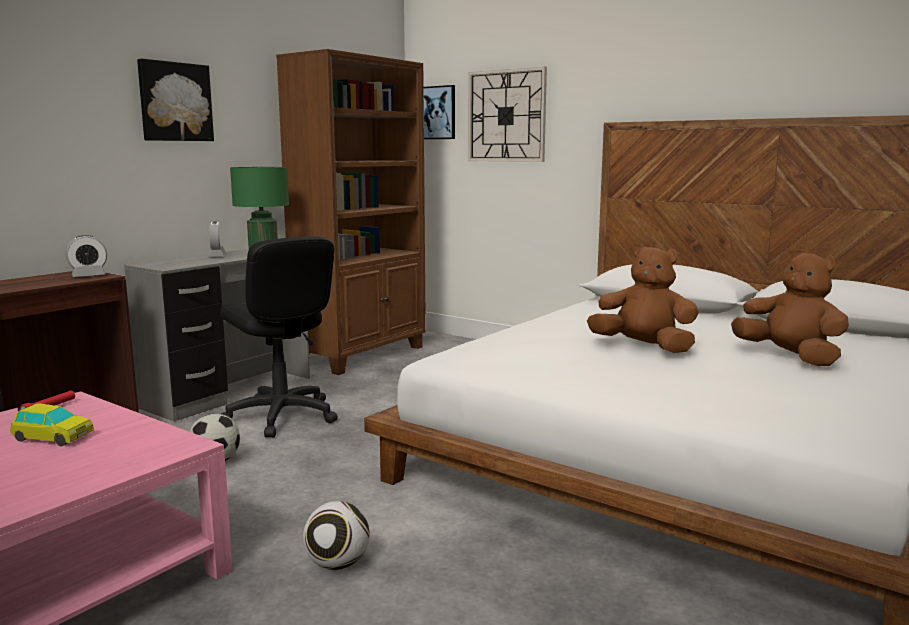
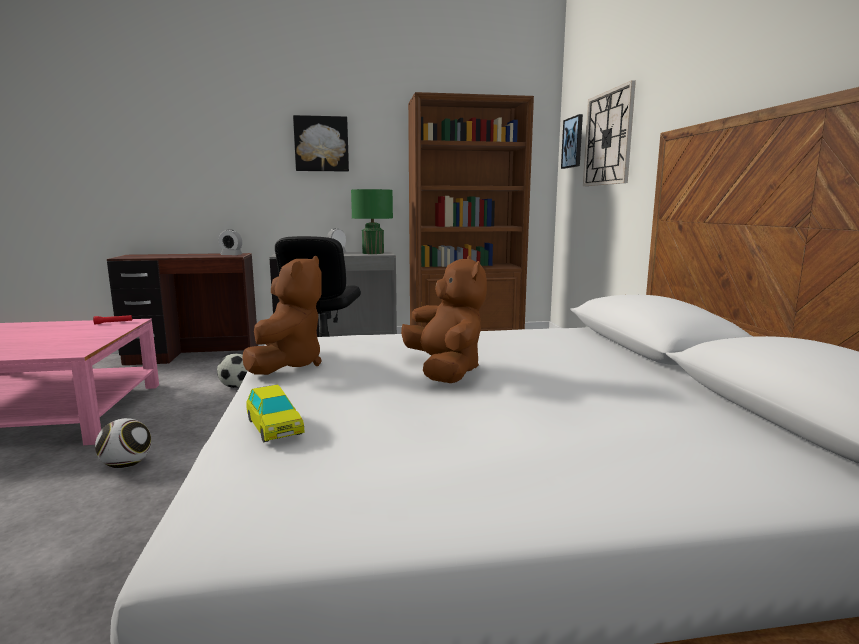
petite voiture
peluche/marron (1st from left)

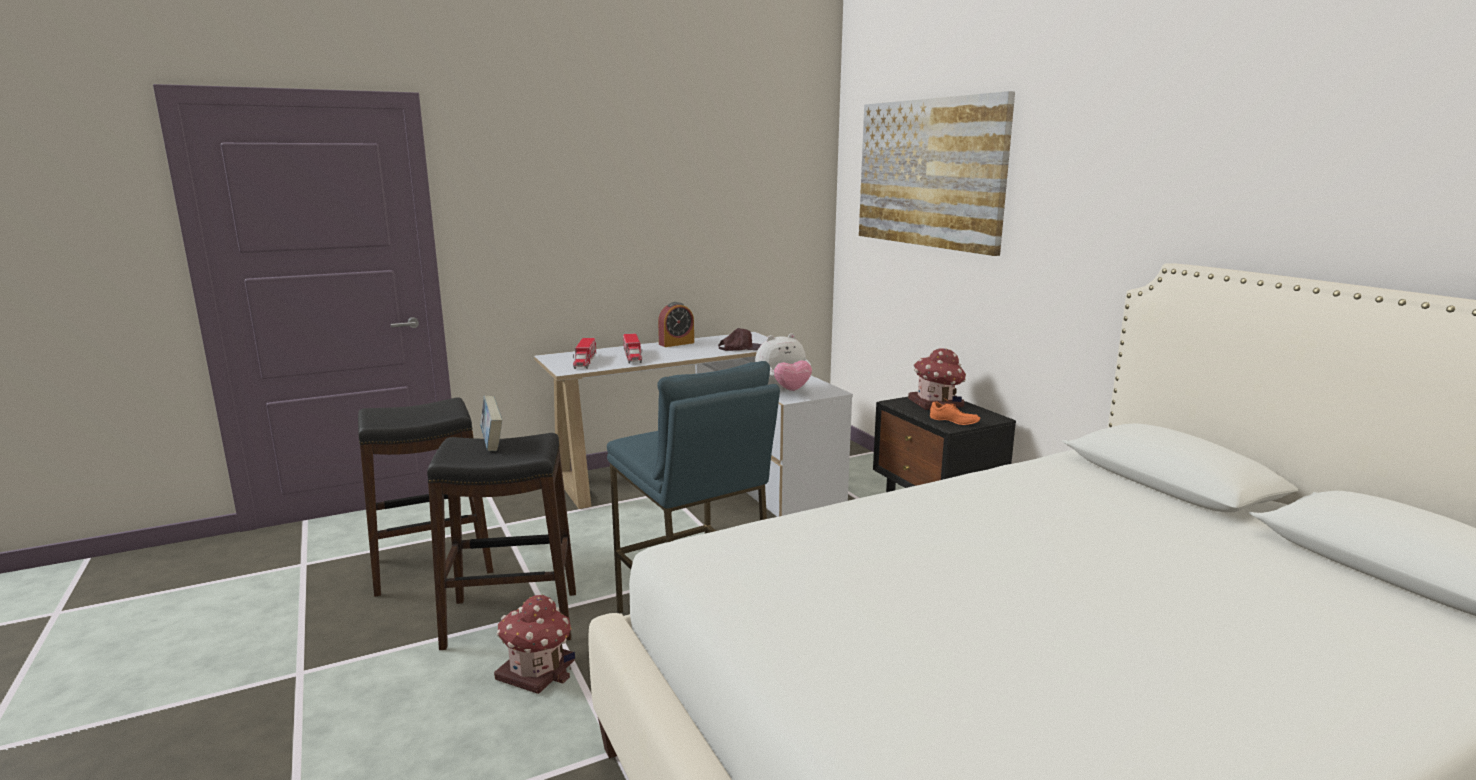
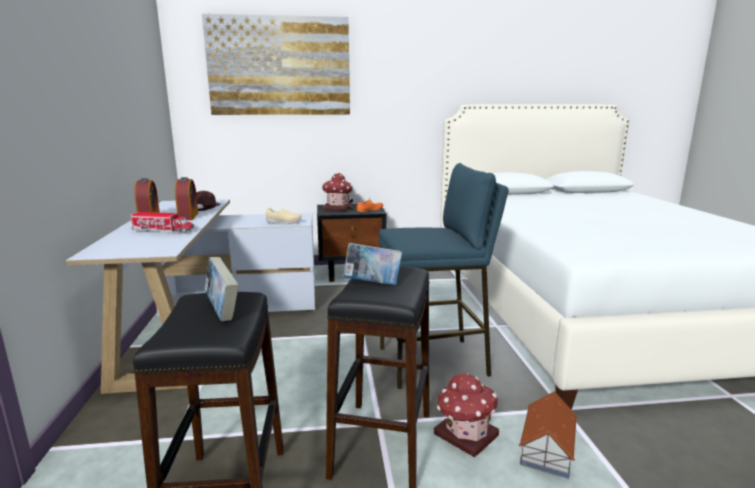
camion jouet (1st from left in the first image)
chaussure/beige
réveil (2nd from left)
livre (1st from left)
maison miniature (3rd from left)

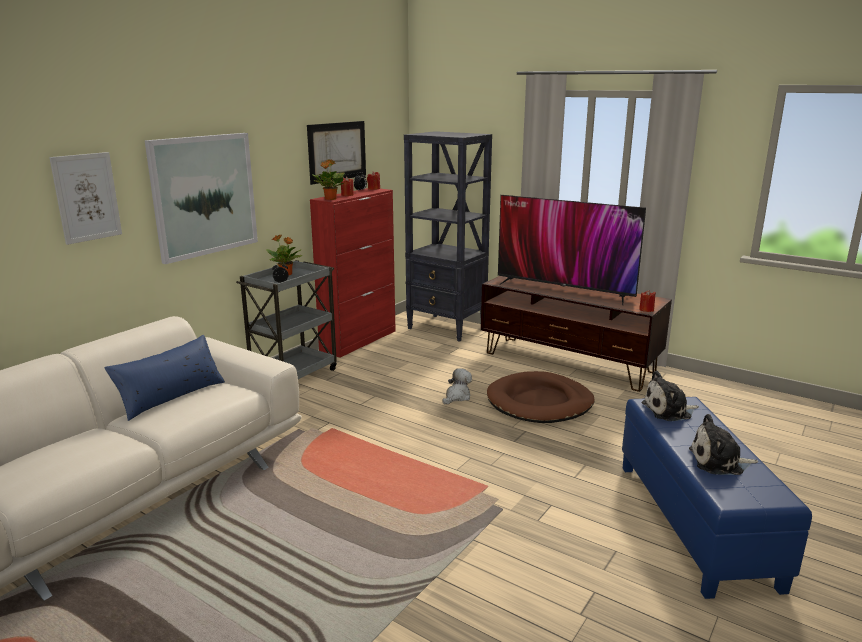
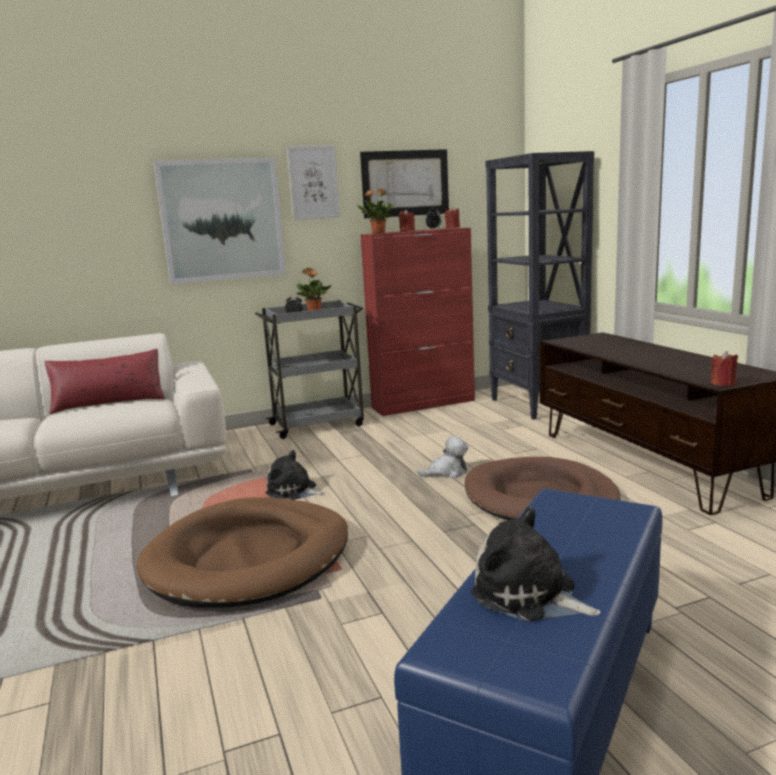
tableau (2nd from left)
coussin/rouge
téléviseur
peluche (1st from left)
panier pour chien/marron (1st from left)

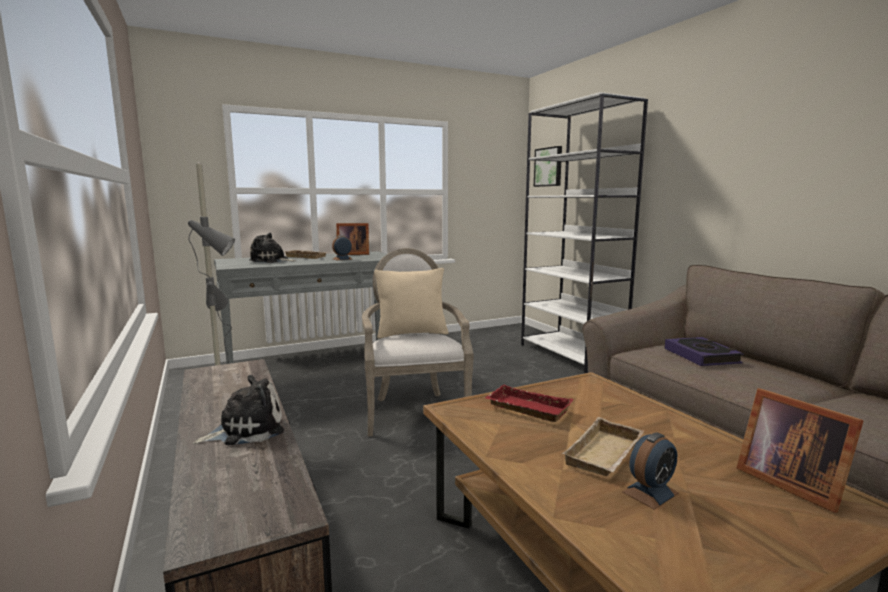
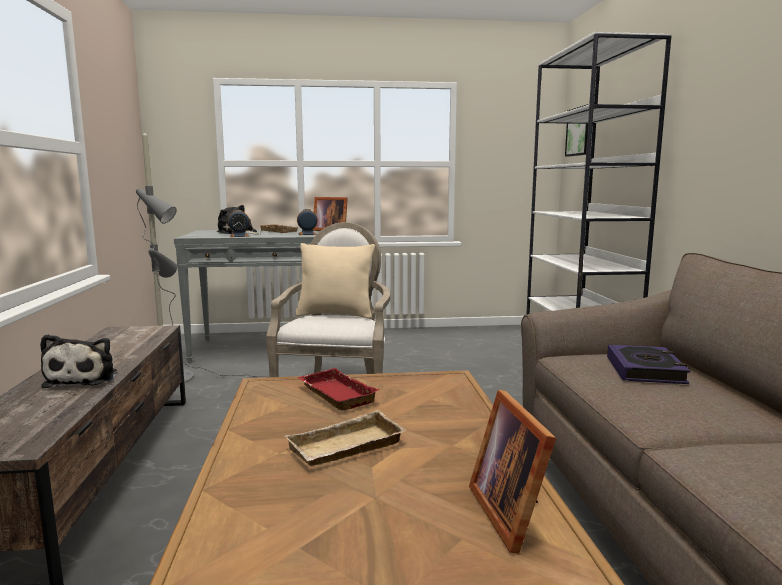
peluche (1st from left)
réveil (1st from left)

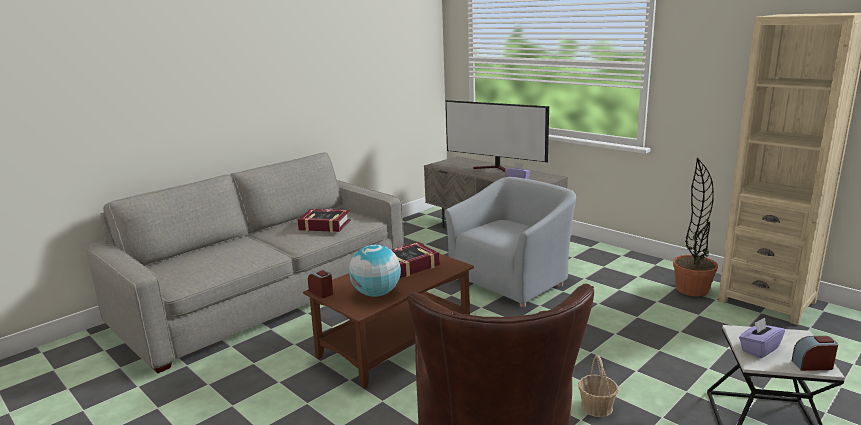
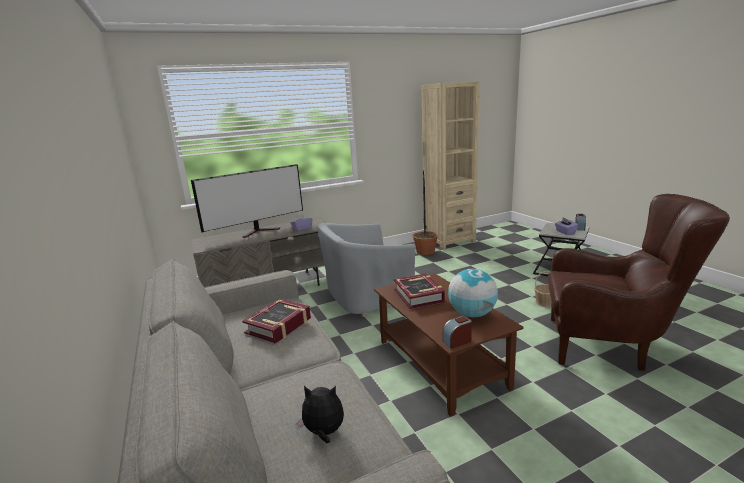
fauteuil/gris
peluche

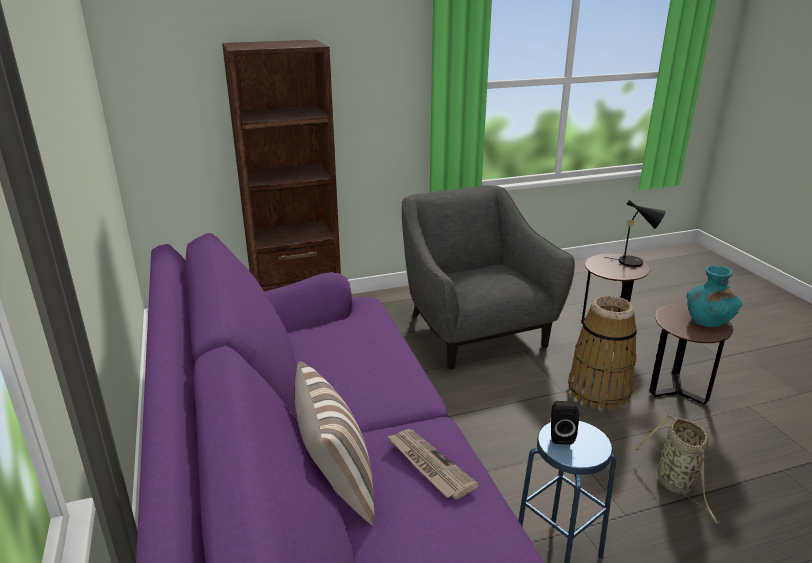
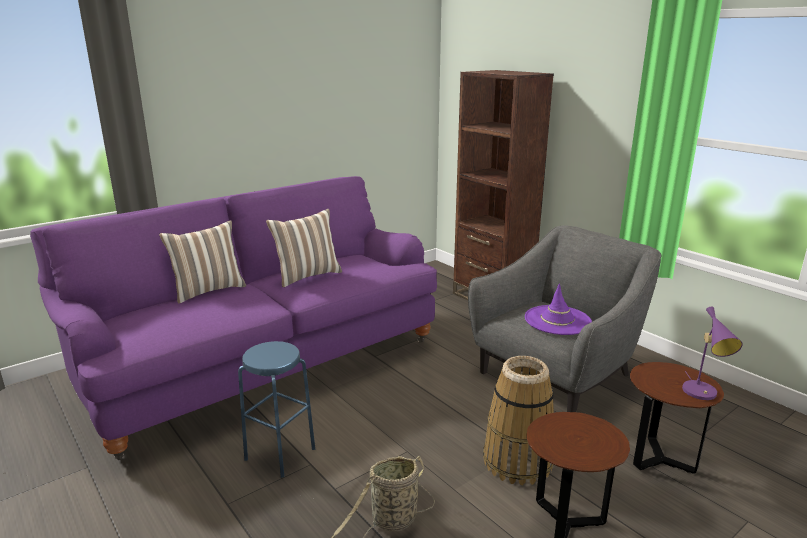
journal
enceinte/noir
lampe de table/violet
vase/turquoise
coussin (2nd from left)
chapeau/violet

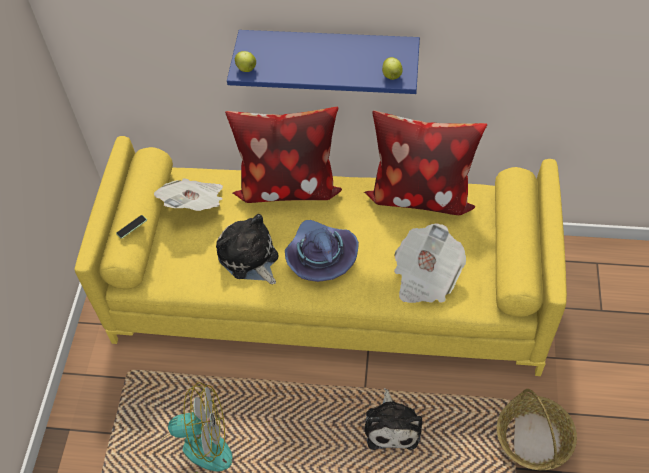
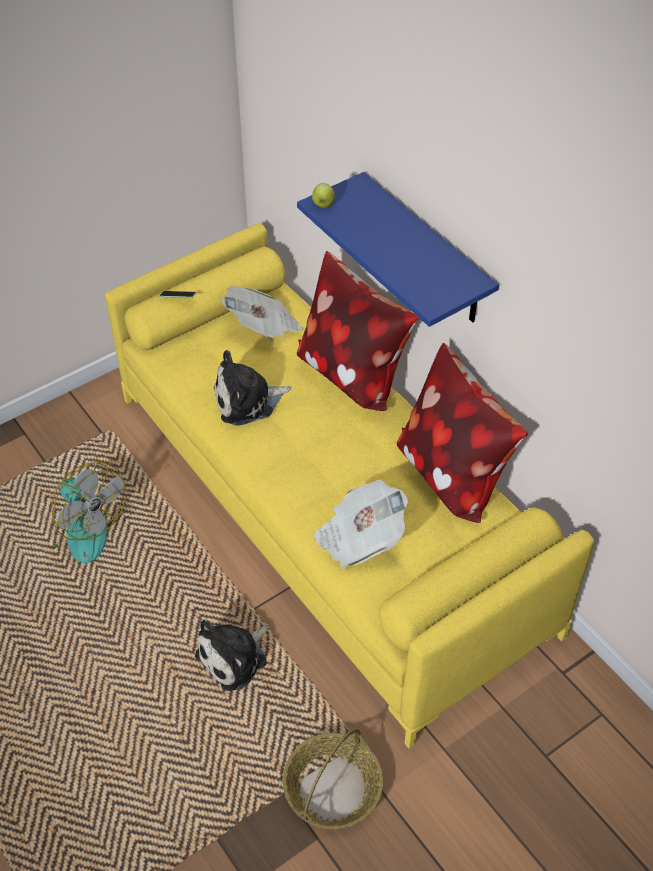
peluche (2nd from left)
chapeau/violet
pomme (2nd from left in the first image)

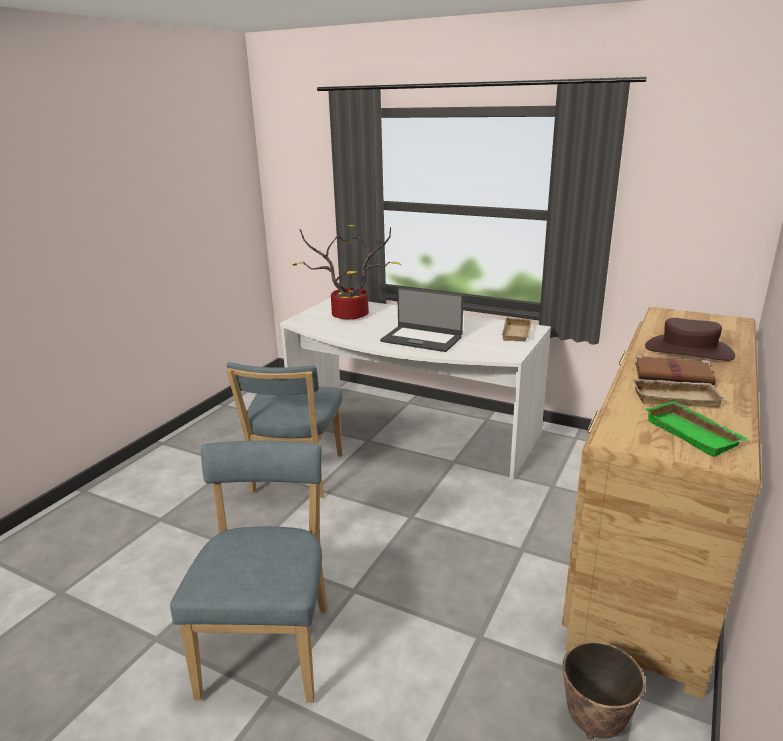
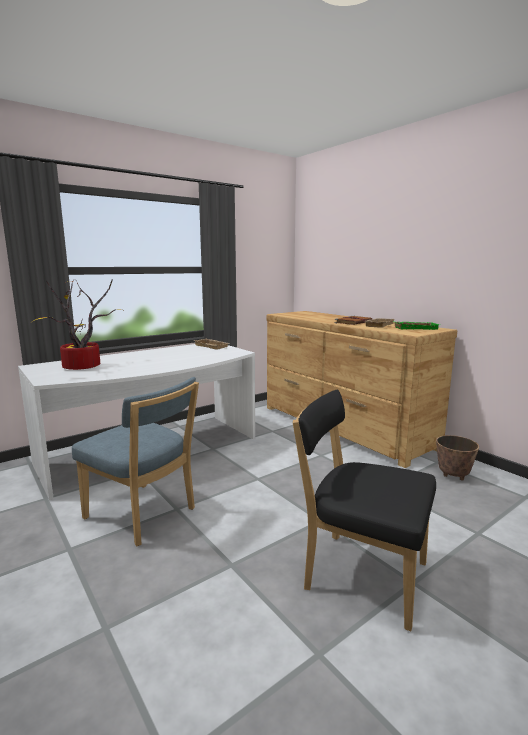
chaise/noir
ordinateur portable
chapeau/marron

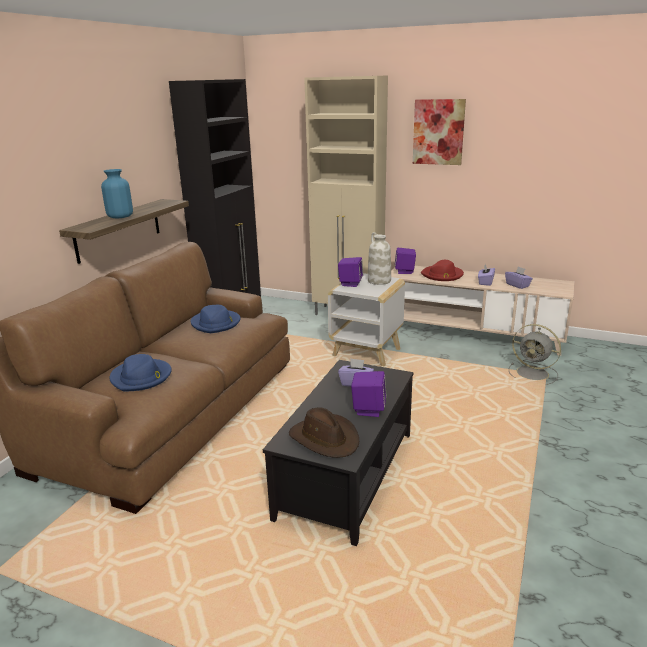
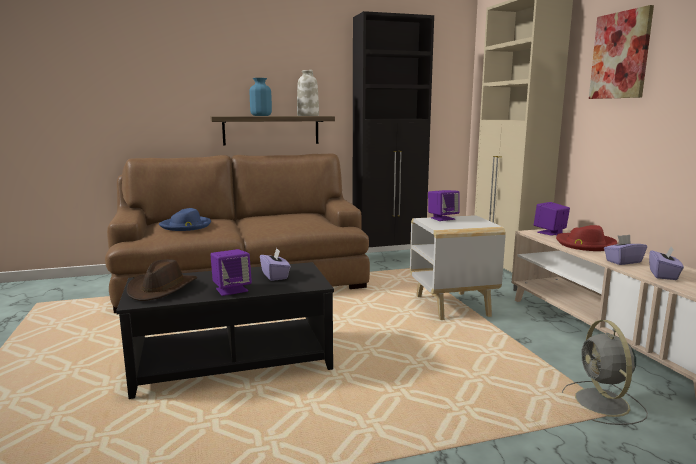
chapeau/bleu (2nd from left in the first image)
vase/blanc

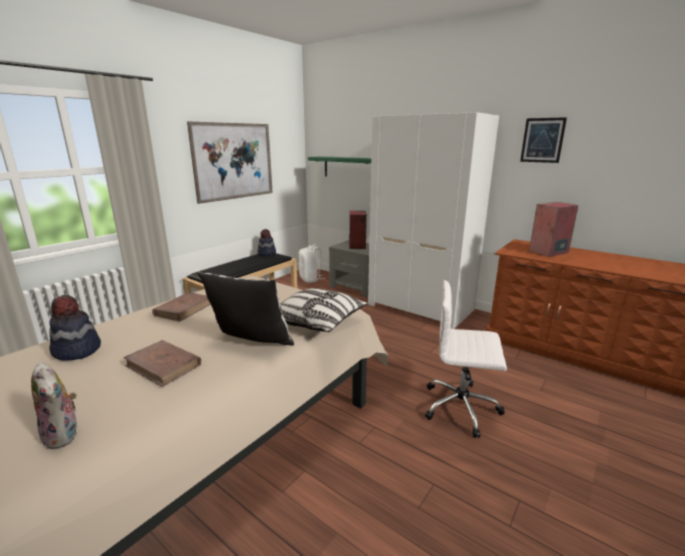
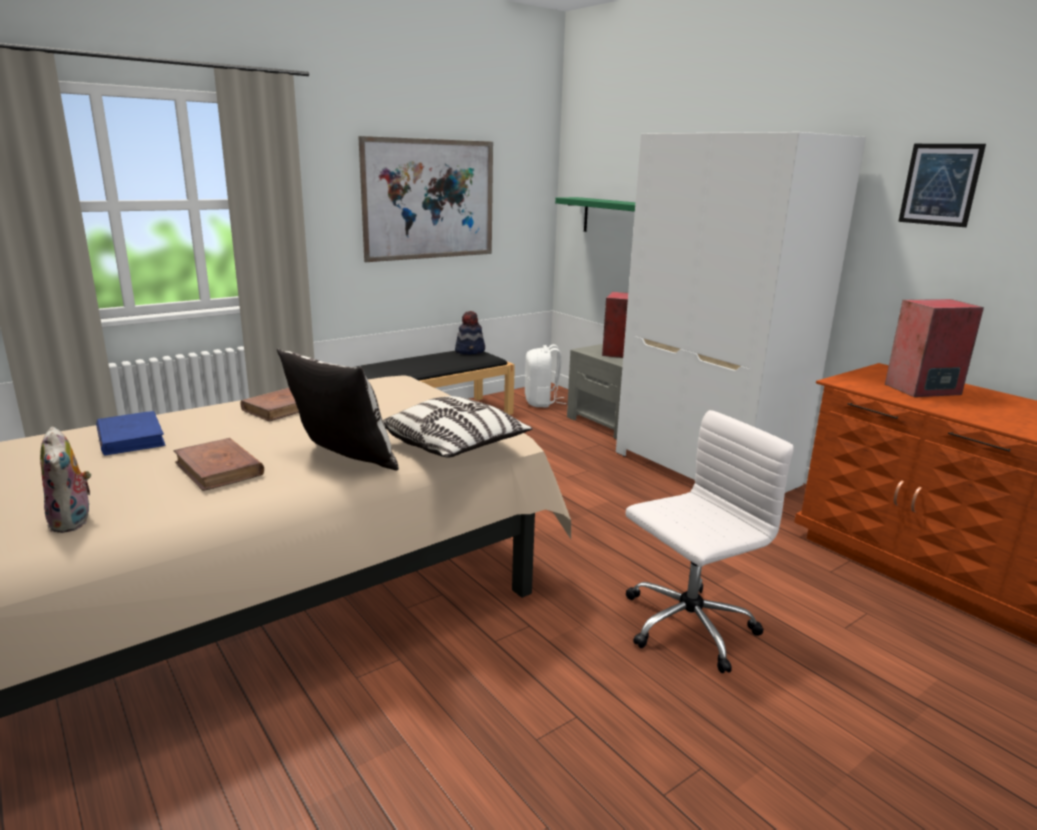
livre/bleu
chaise de bureau/blanc

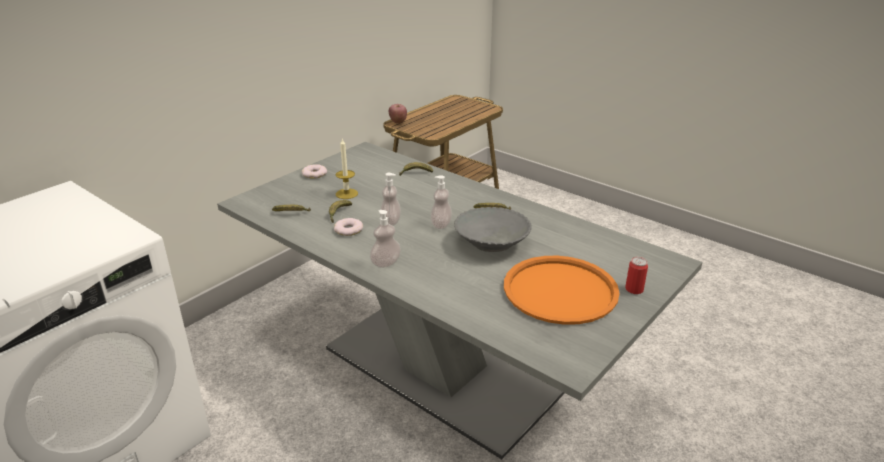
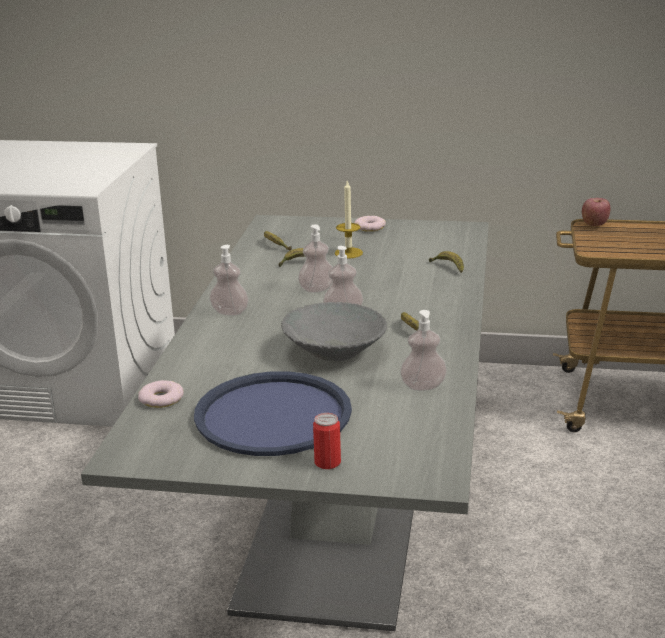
beignet (1st from left)
plateau/bleu
distributeur de savon (4th from left)

